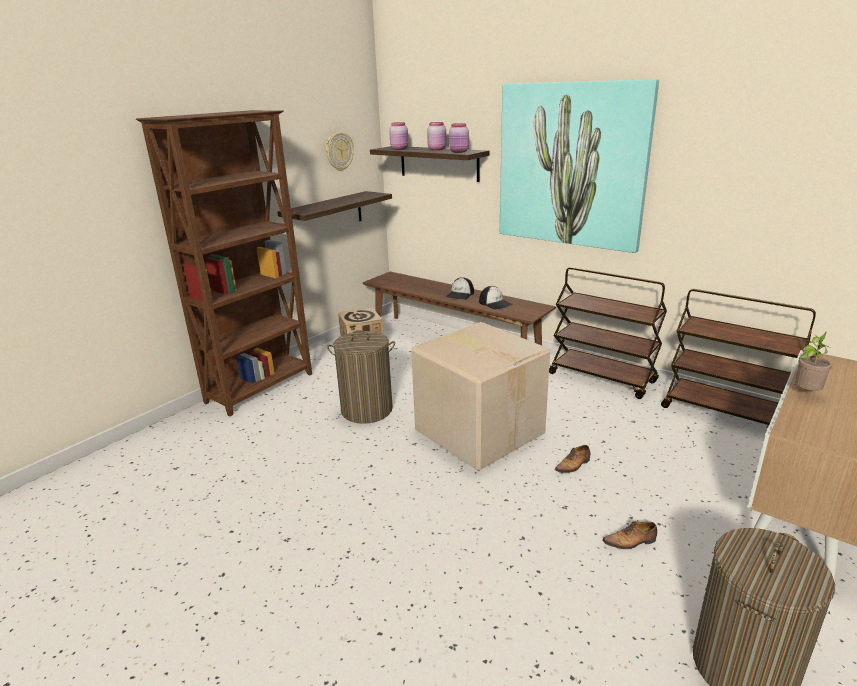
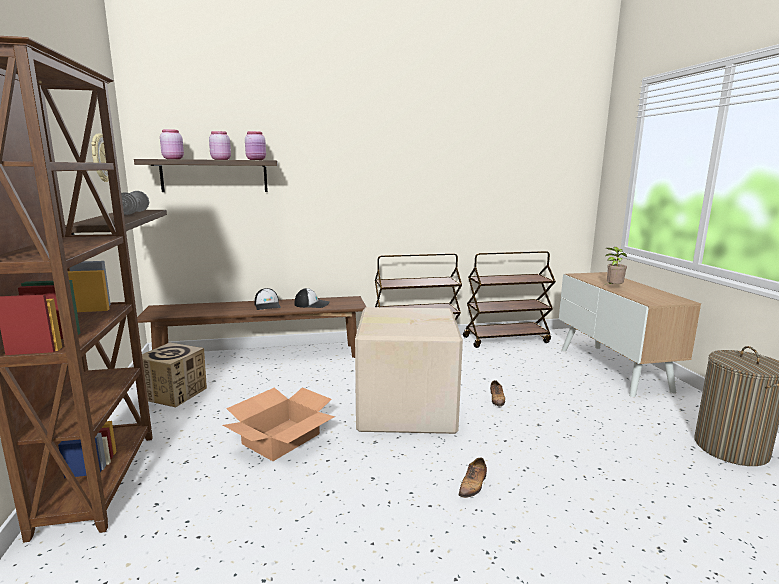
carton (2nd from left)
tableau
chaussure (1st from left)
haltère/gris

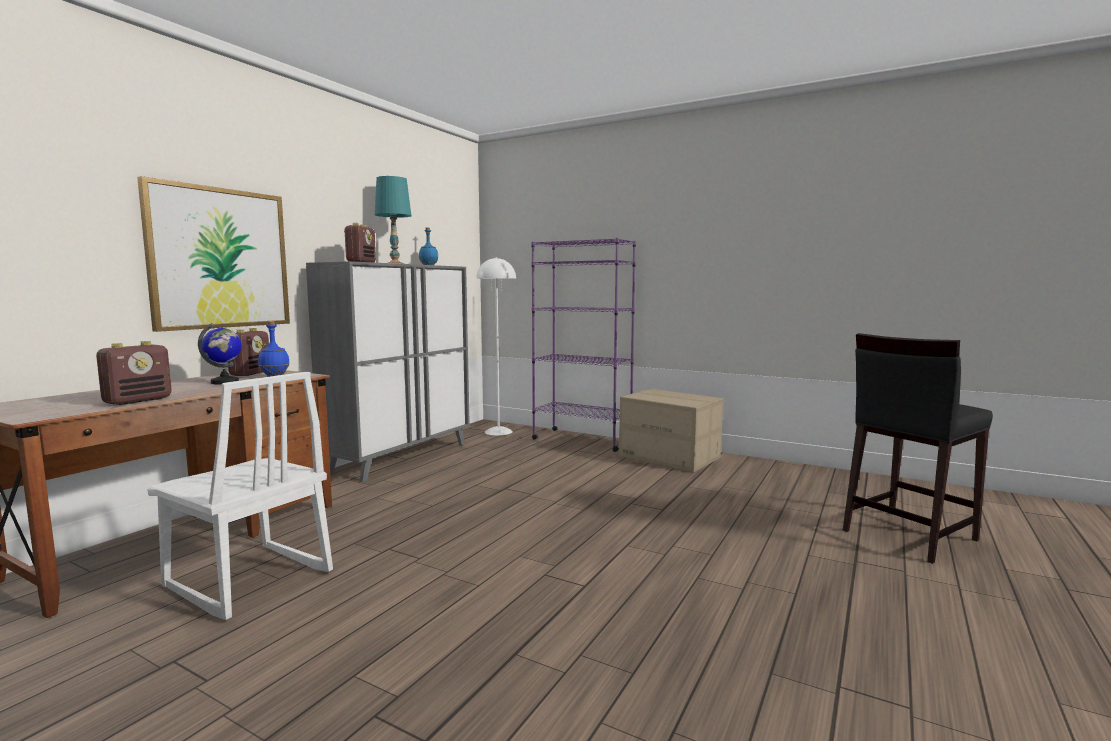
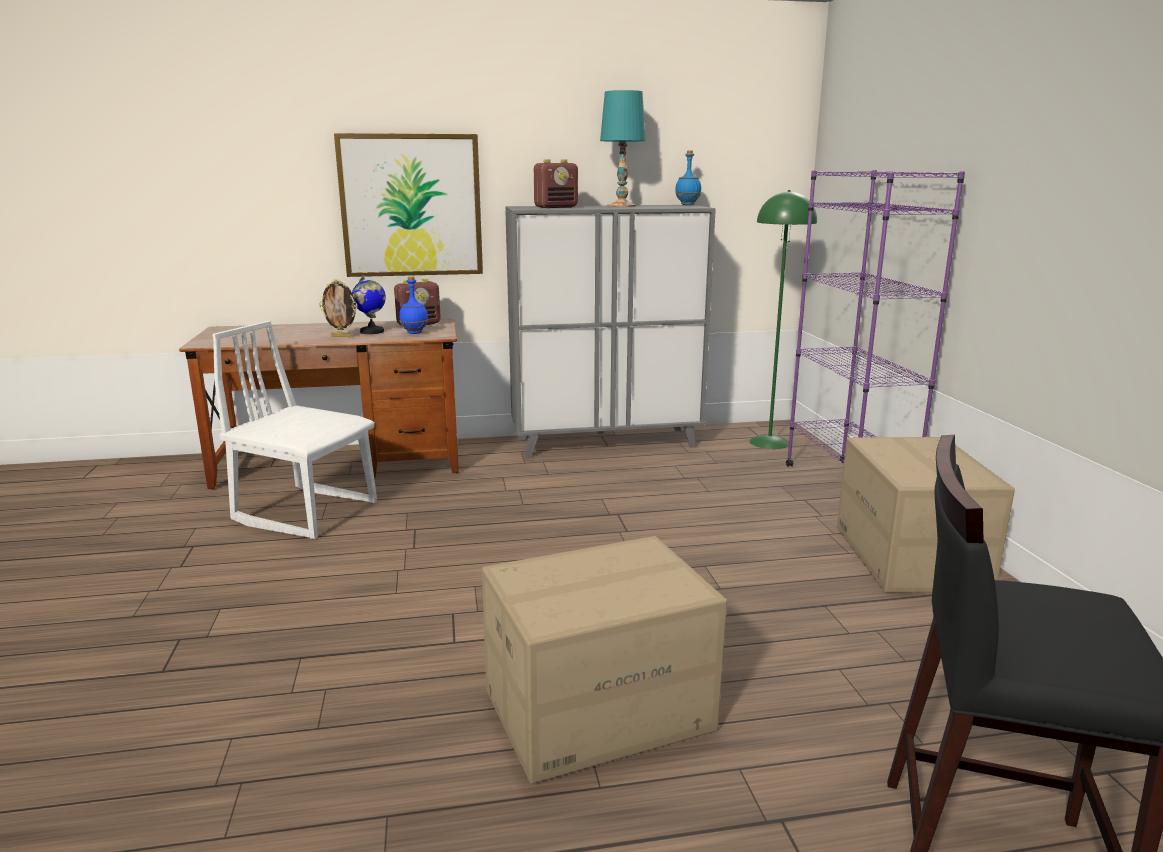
radio (1st from left in the first image)
chaise/blanc
lampadaire/vert
cadre photo
carton (1st from left)

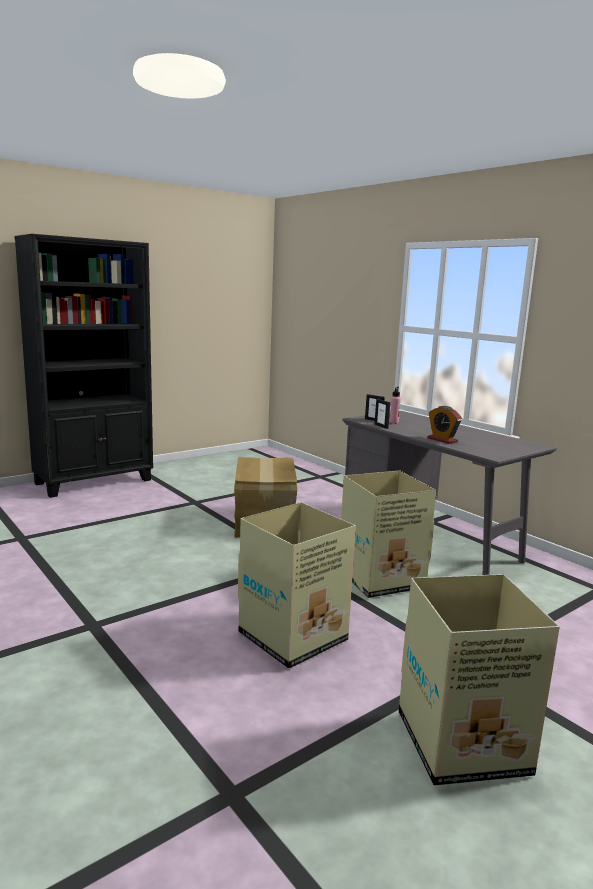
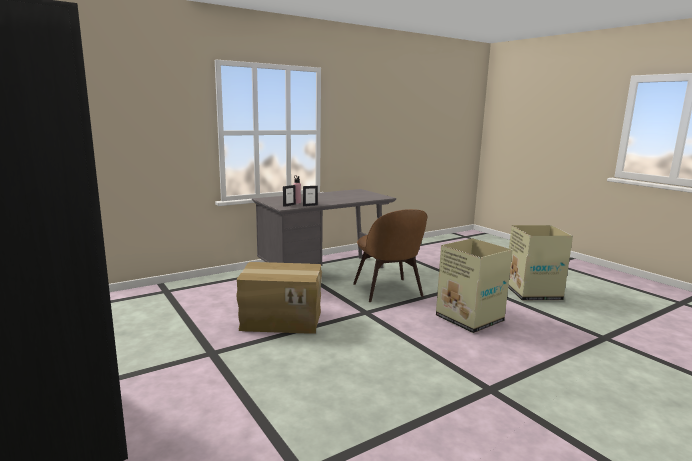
chaise/marron
réveil

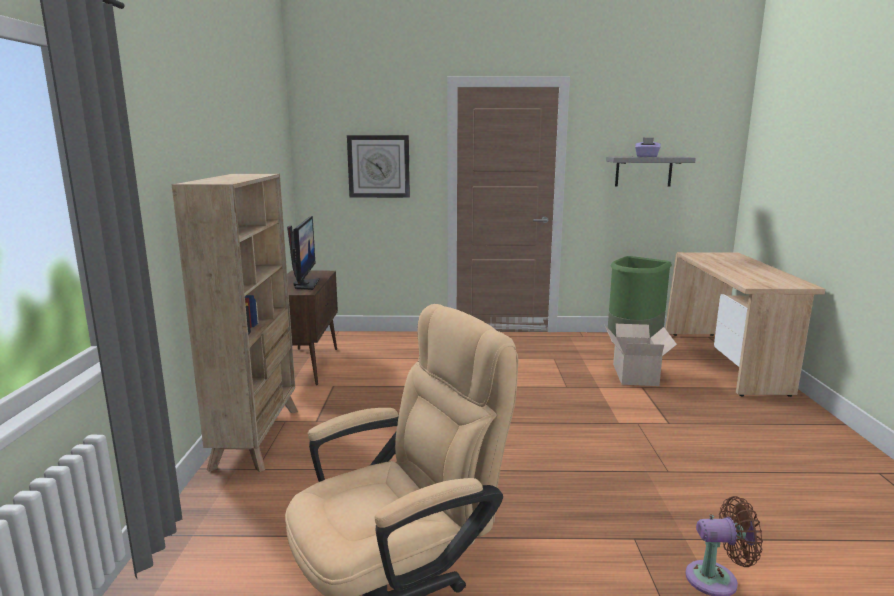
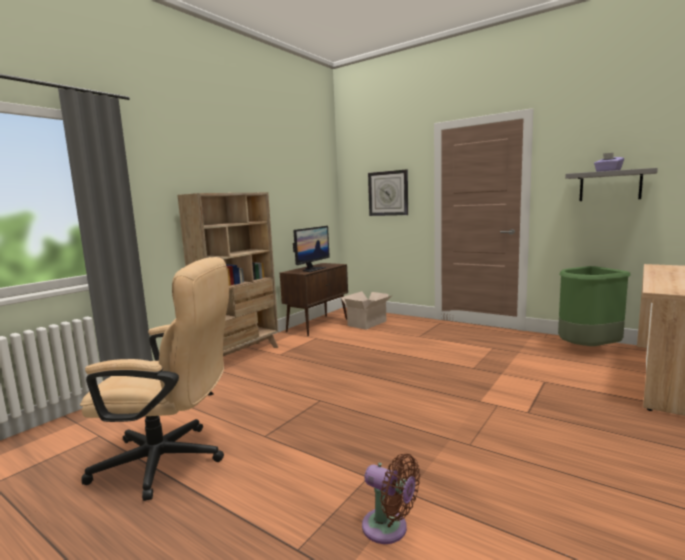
carton

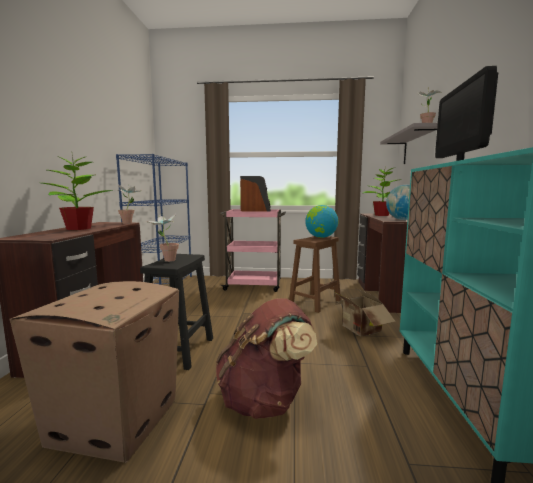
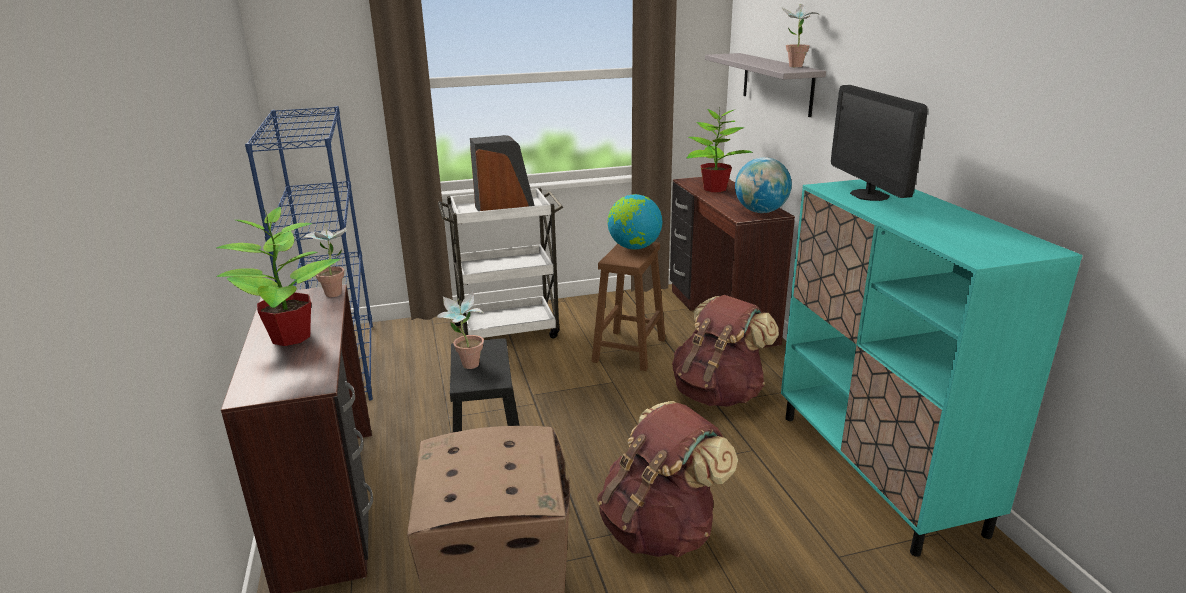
chariot/blanc
sac à dos/marron (2nd from left)

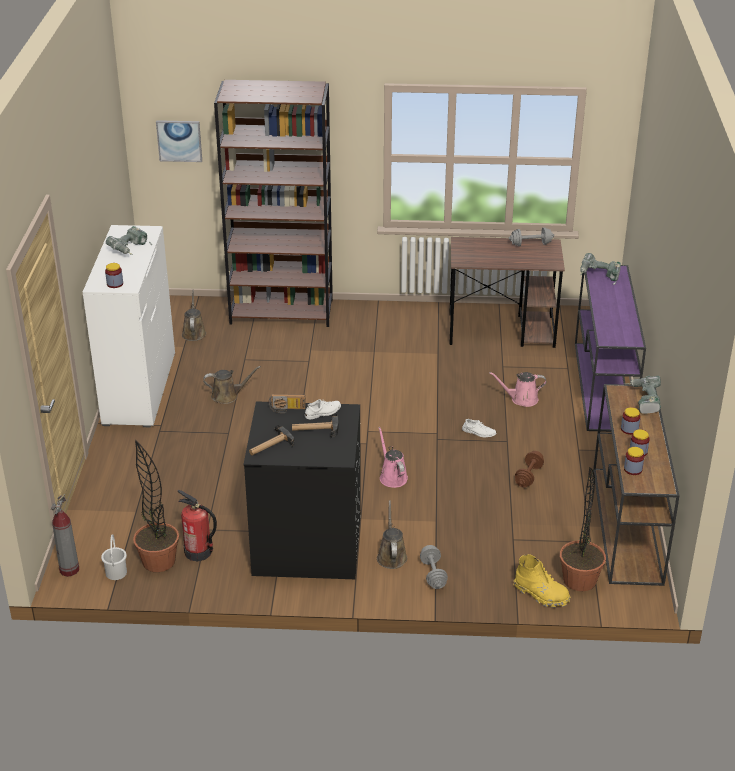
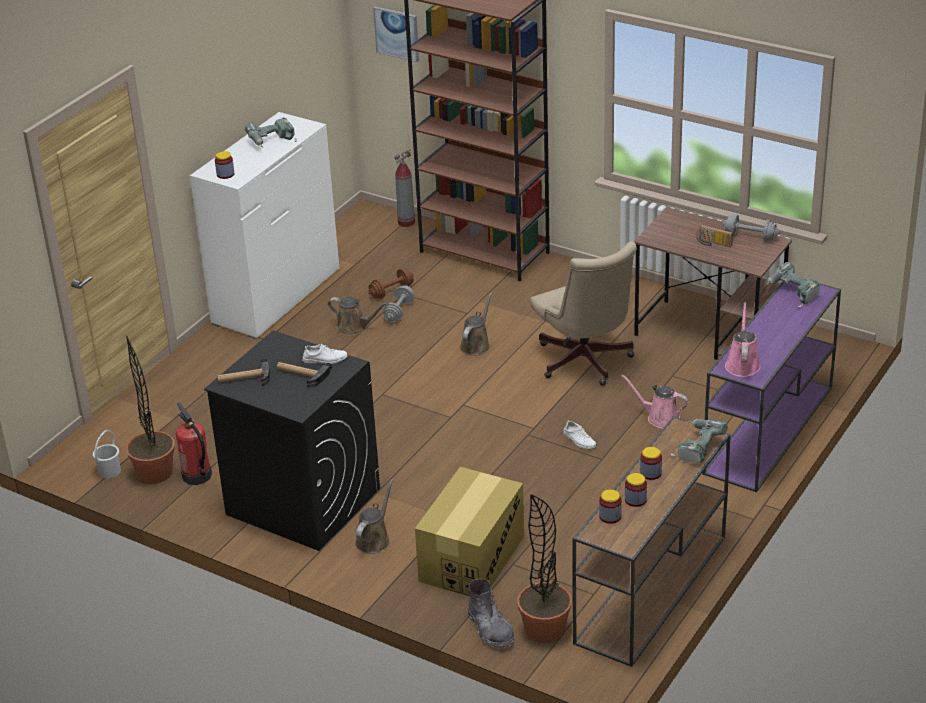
extincteur (2nd from left)
arrosoir/marron (3rd from left)
radio
arrosoir/rose (2nd from left)
haltère/gris (1st from left)
botte/gris
haltère/marron
carton
chaise de bureau/beige

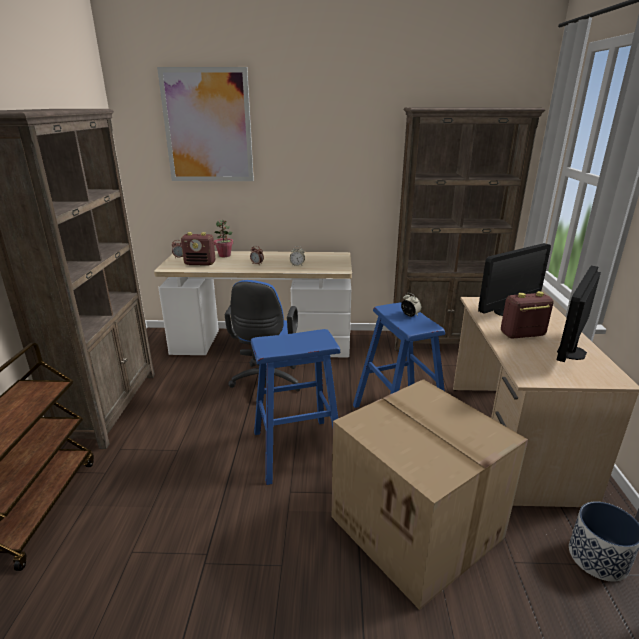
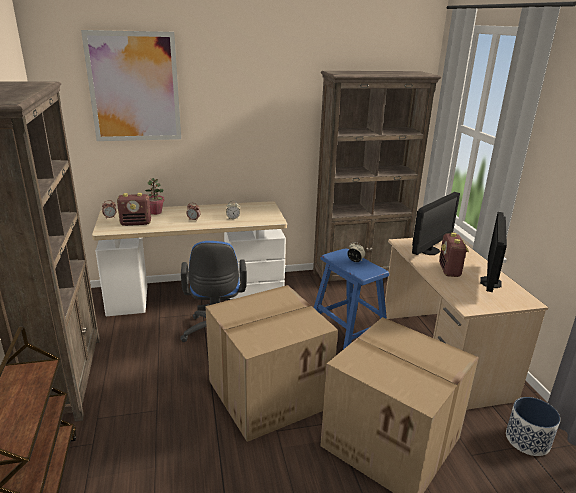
carton (1st from left)
radio (2nd from left)

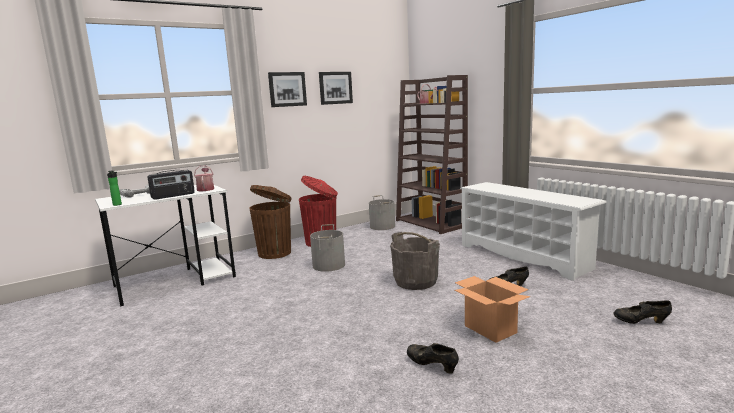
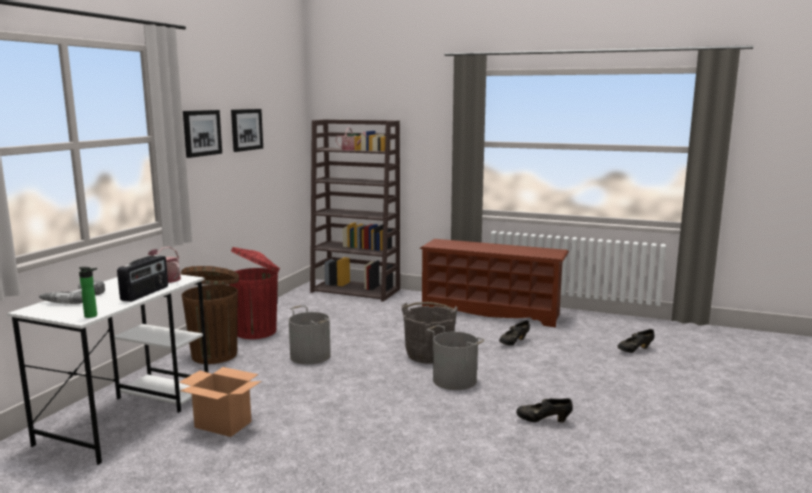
seau/gris (3rd from left)
carton
étagère à chaussures/marron

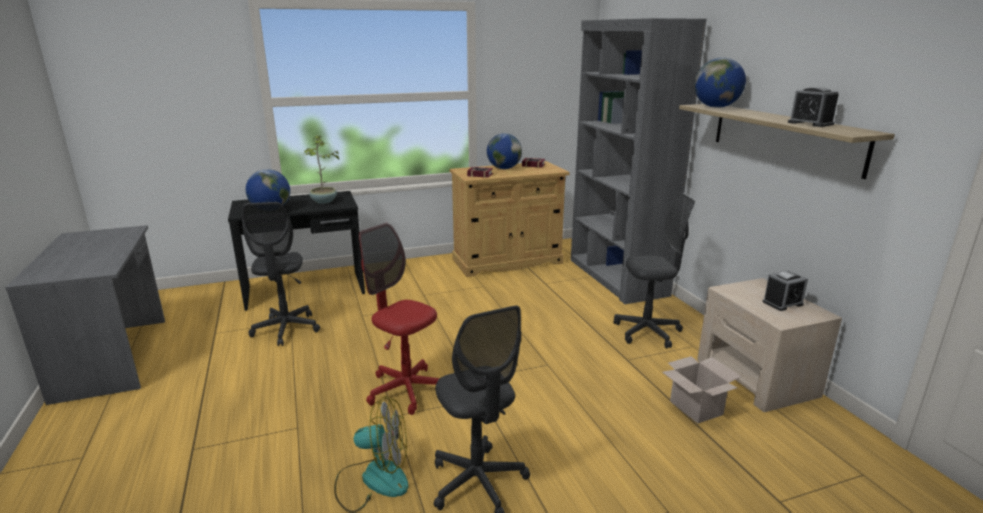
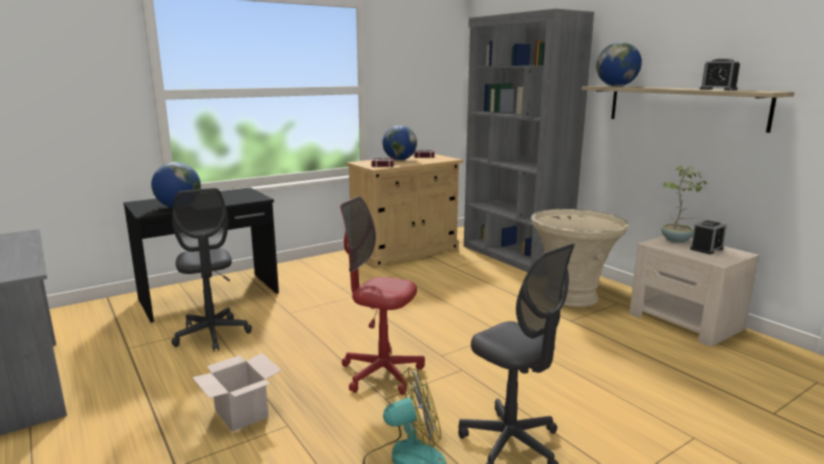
plante en pot
cache-pot/beige
carton

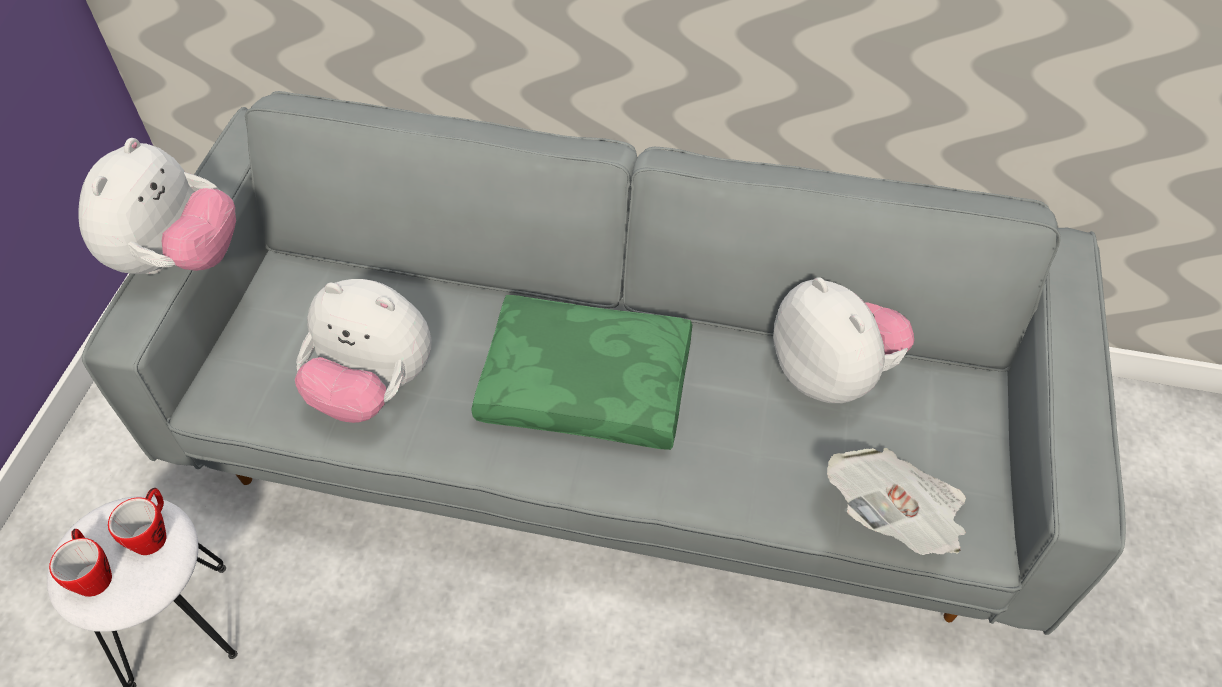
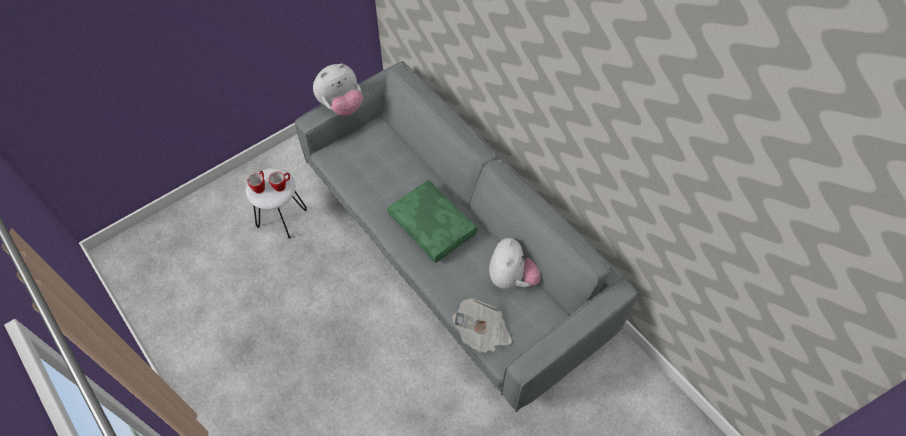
peluche (2nd from left in the first image)

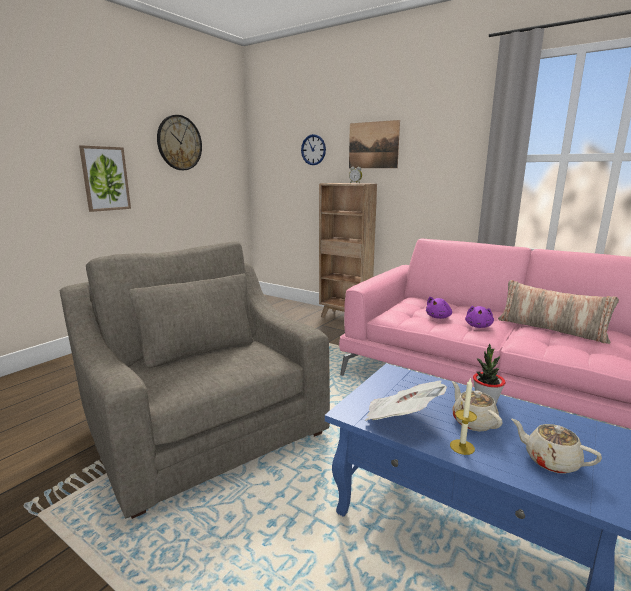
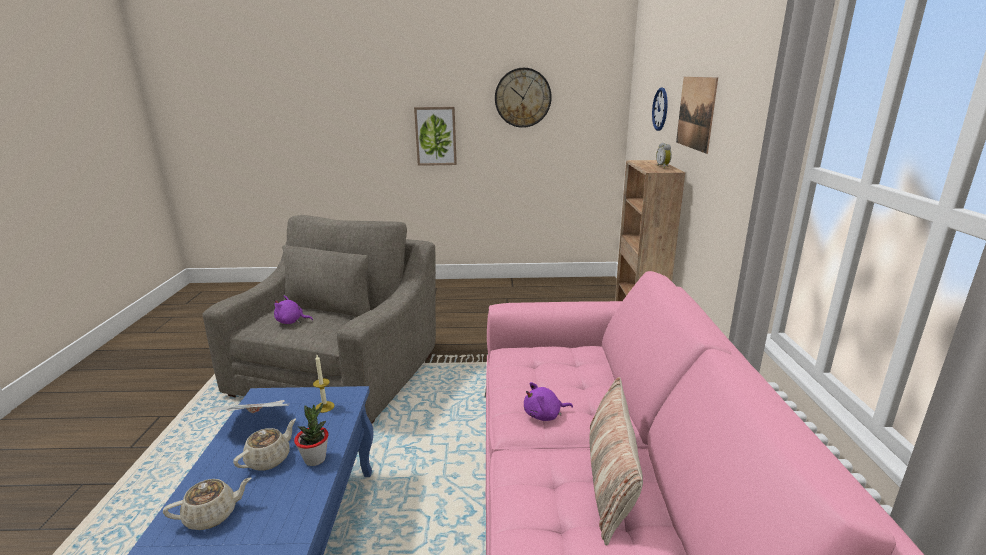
peluche/violet (1st from left)
bougie
théière/beige (1st from left)

